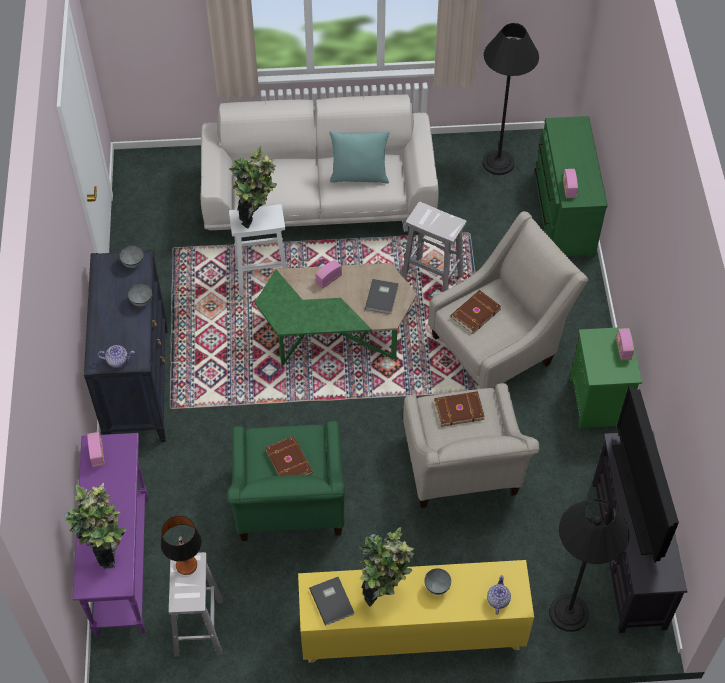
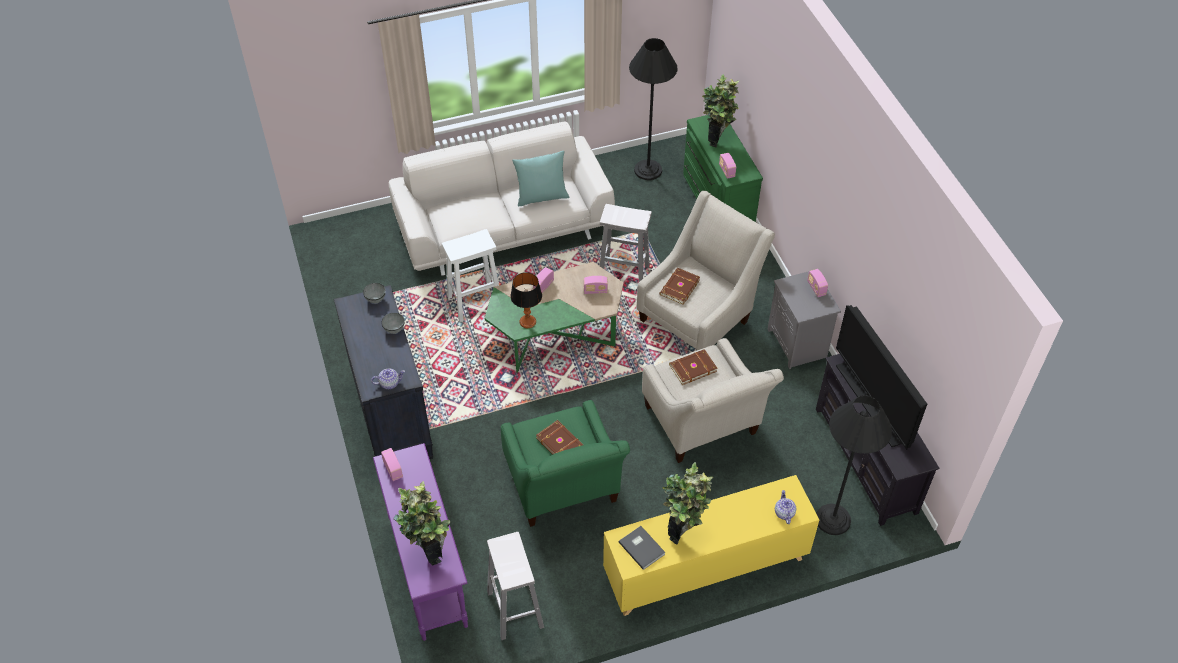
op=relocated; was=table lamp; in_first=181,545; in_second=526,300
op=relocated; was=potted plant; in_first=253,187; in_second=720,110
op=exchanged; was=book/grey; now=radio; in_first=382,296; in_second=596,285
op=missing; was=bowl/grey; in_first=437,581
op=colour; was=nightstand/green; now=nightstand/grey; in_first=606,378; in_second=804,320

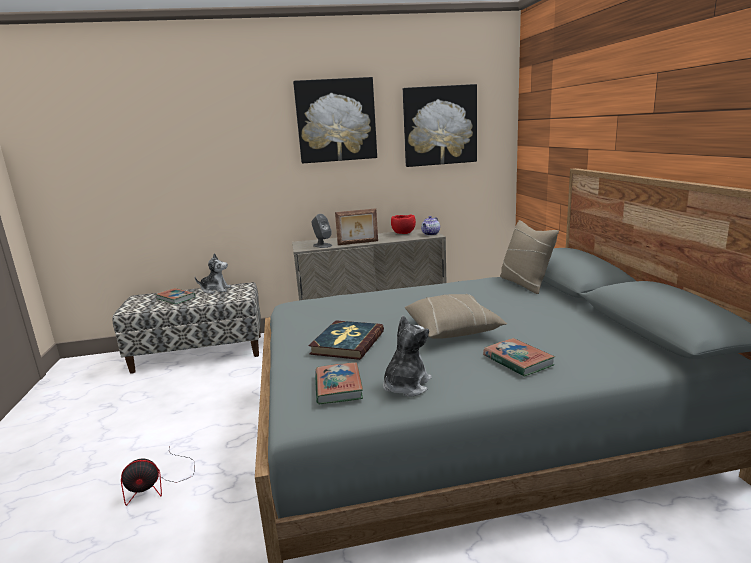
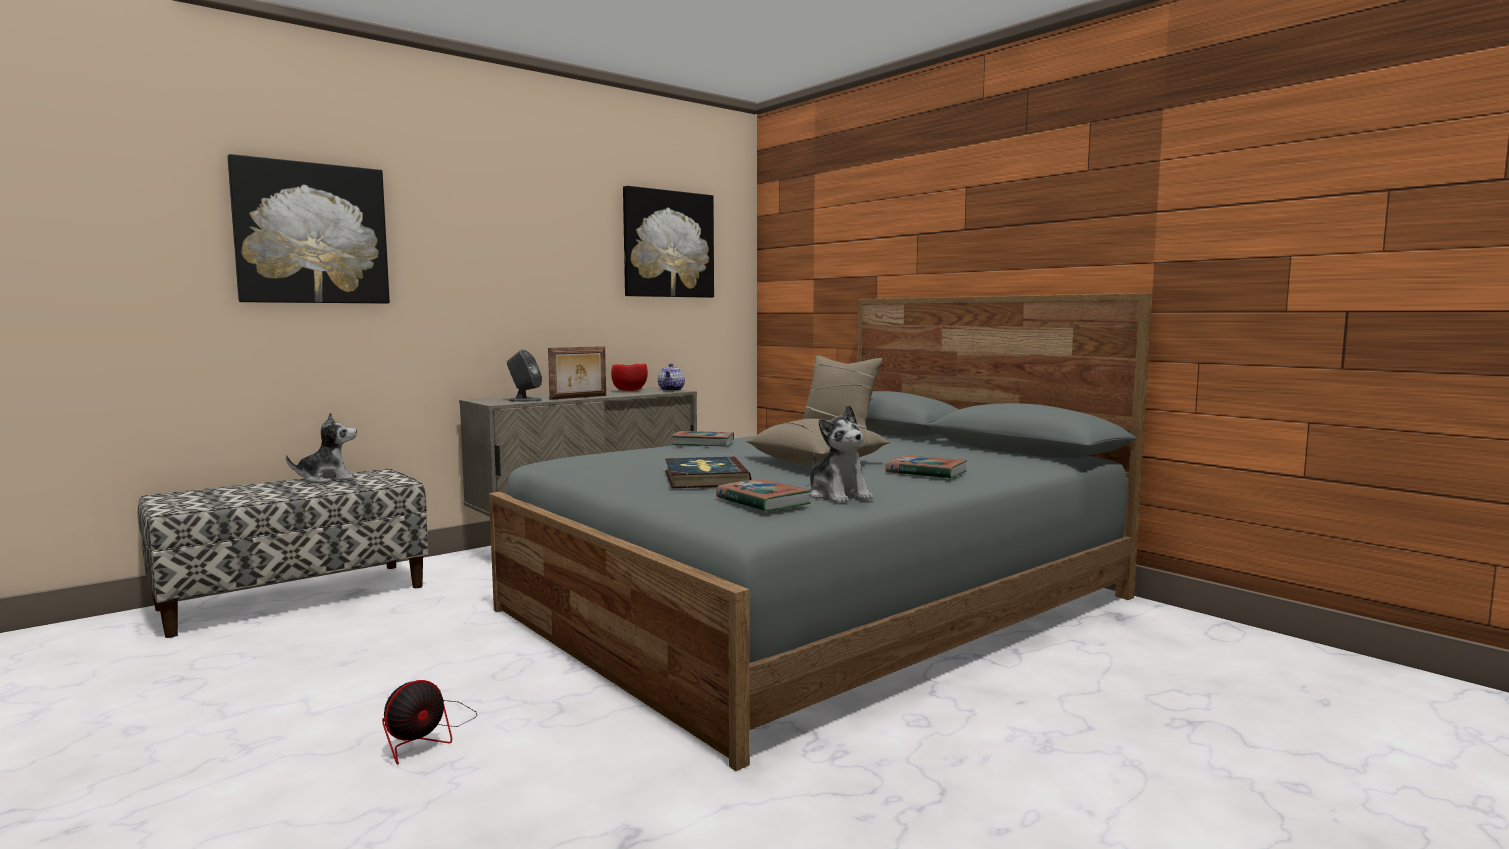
op=relocated; was=book; in_first=175,296; in_second=703,439
op=relocated; was=picture; in_first=335,120; in_second=308,229
op=spun; was=plush toy; in_first=407,356; in_second=841,454; clockwise=150

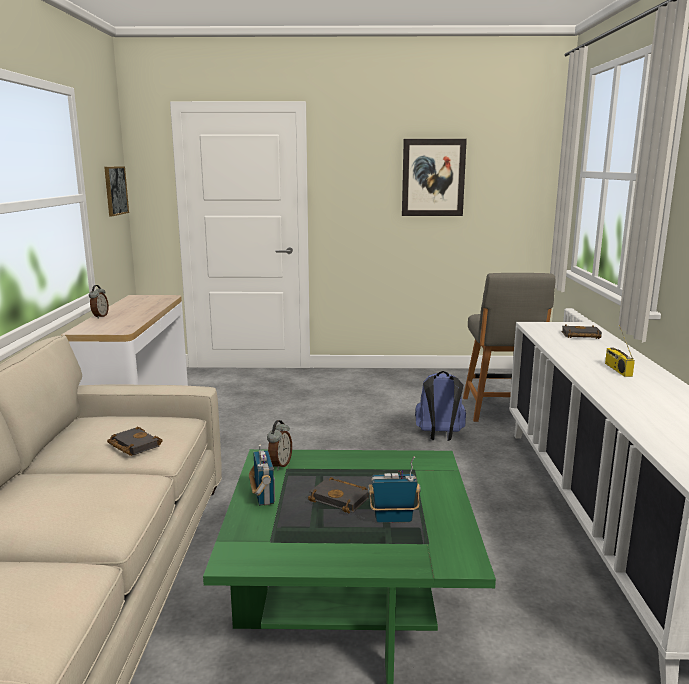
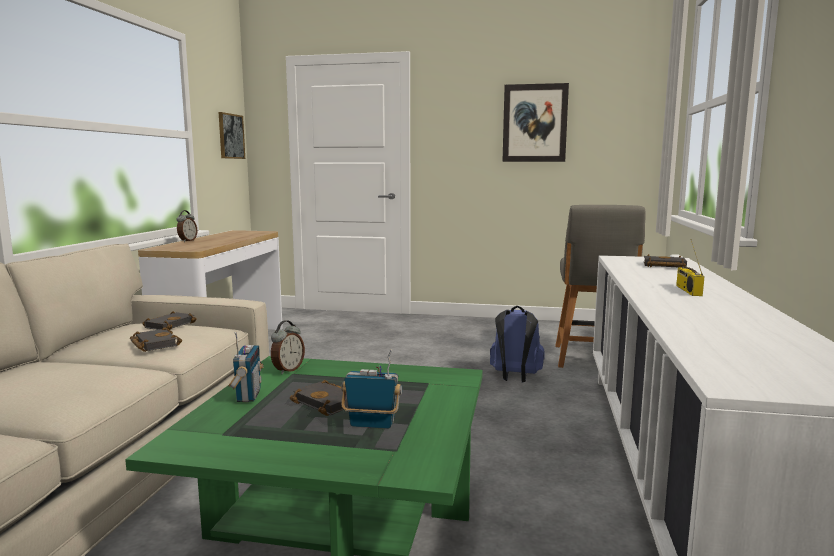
op=appeared; now=book/black; in_second=169,321

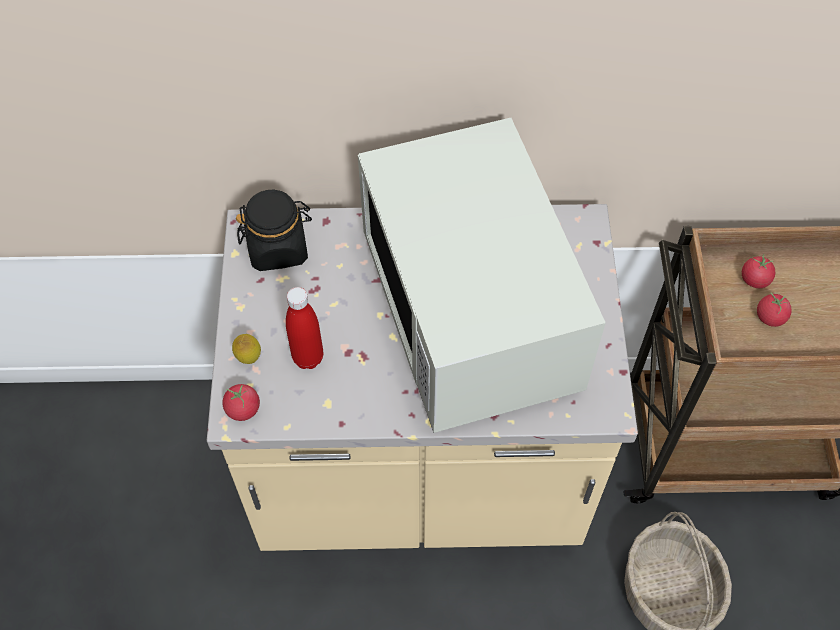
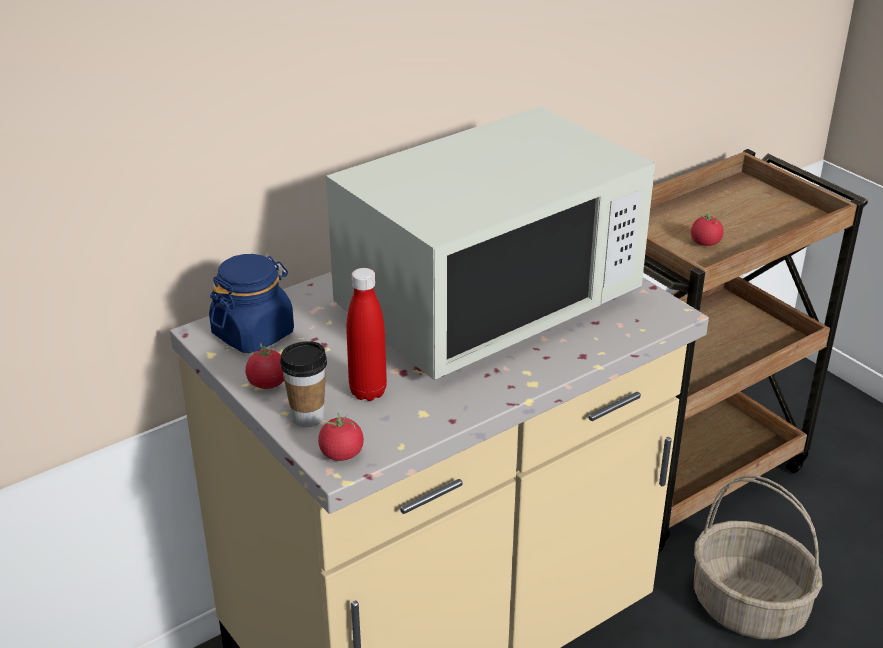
op=exchanged; was=lemon; now=cup; in_first=246,349; in_second=303,384
op=colour; was=jar/black; now=jar/blue; in_first=274,230; in_second=251,303
op=spun; was=microwave/white; in_first=482,275; in_second=490,243; clockwise=-75
op=relocated; was=tomato; in_first=758,271; in_second=265,366

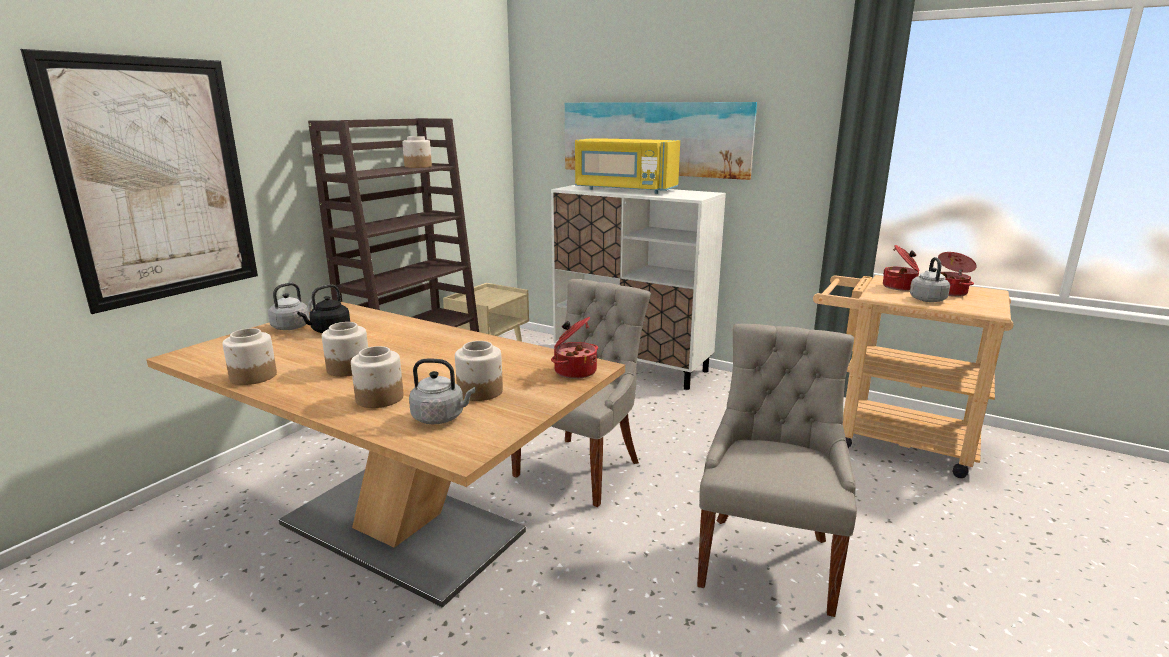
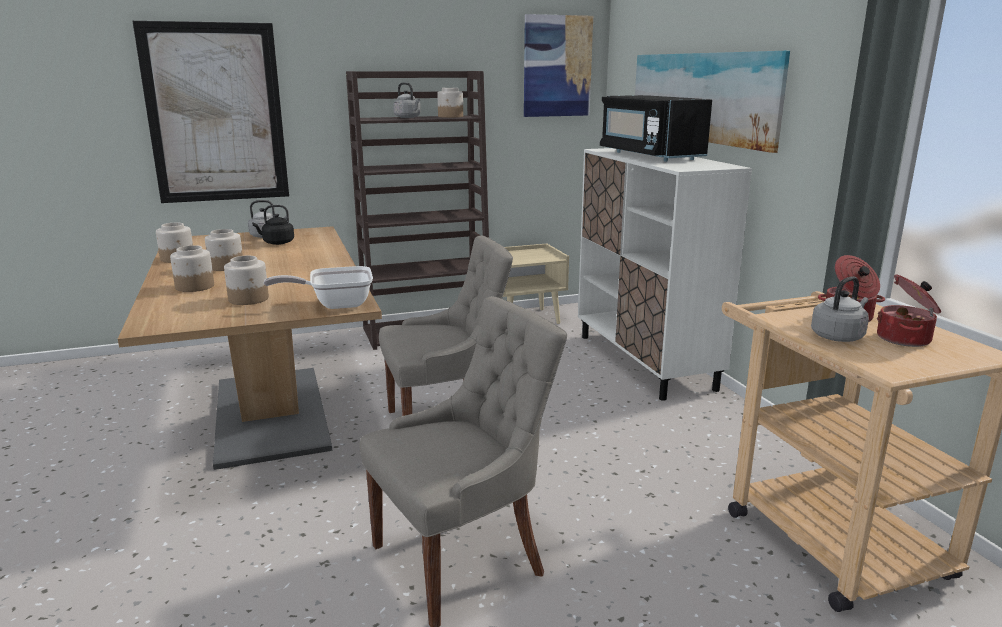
op=relocated; was=kettle/grey; in_first=442,391; in_second=407,100
op=exchanged; was=cooking pot; now=frying pan; in_first=574,348; in_second=318,287
op=colour; was=microwave/yellow; now=microwave/black; in_first=627,166; in_second=656,128
op=appeared; now=picture; in_second=558,65

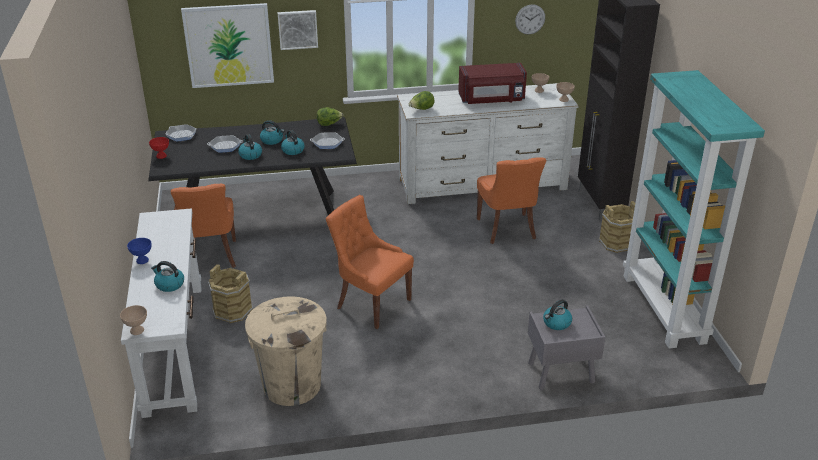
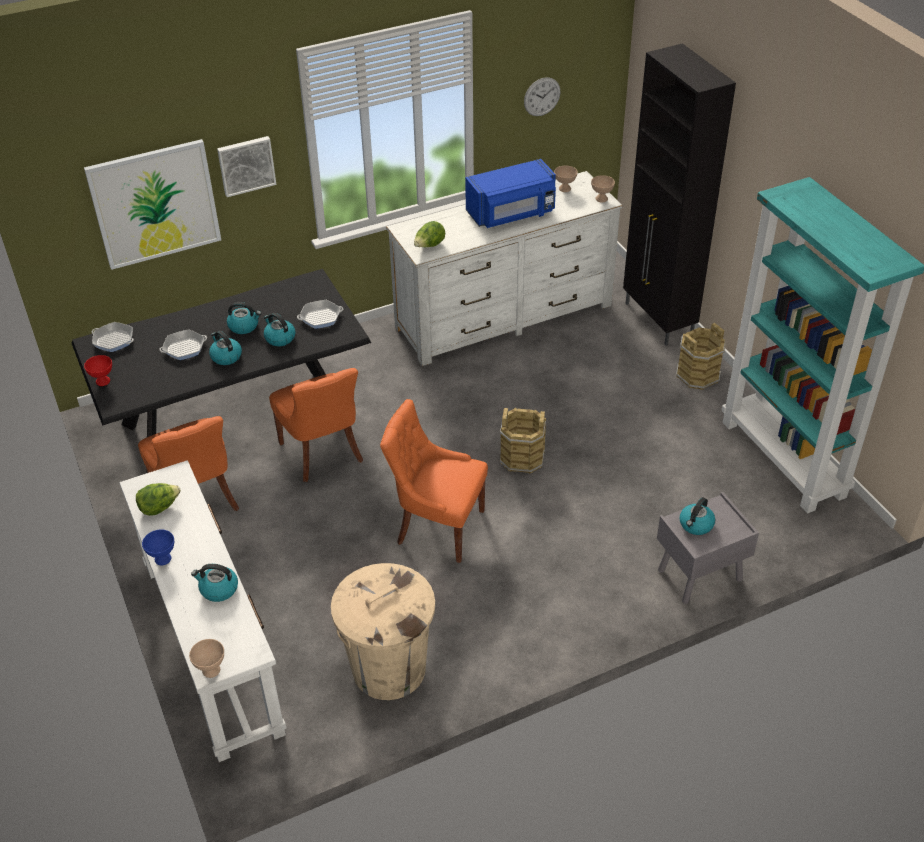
op=relocated; was=bucket/brown; in_first=230,293; in_second=523,441
op=relocated; was=lettuce; in_first=330,116; in_second=158,499
op=colour; was=microwave/red; now=microwave/blue; in_first=492,83; in_second=510,193
op=relocated; was=chair/orange; in_first=511,200; in_second=316,425

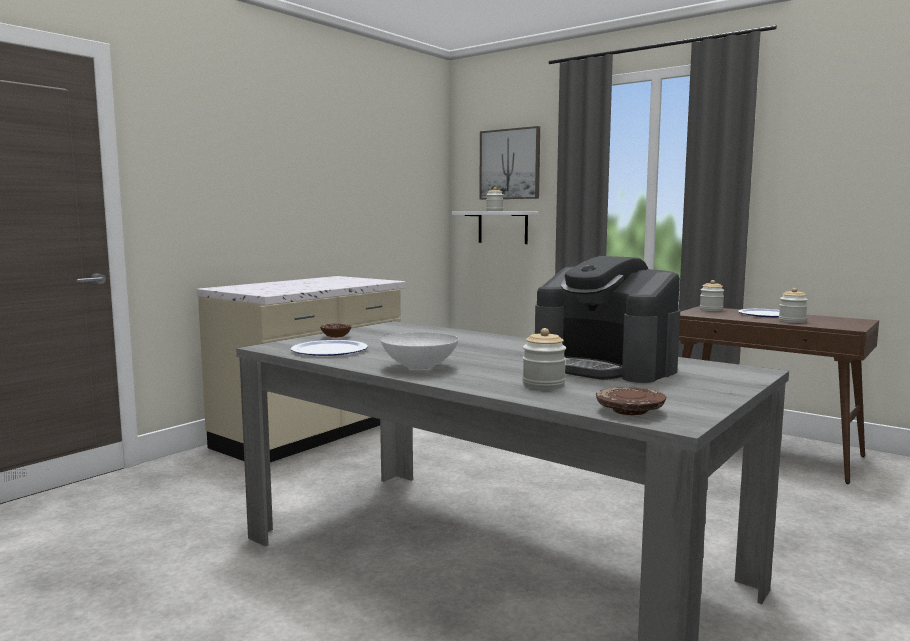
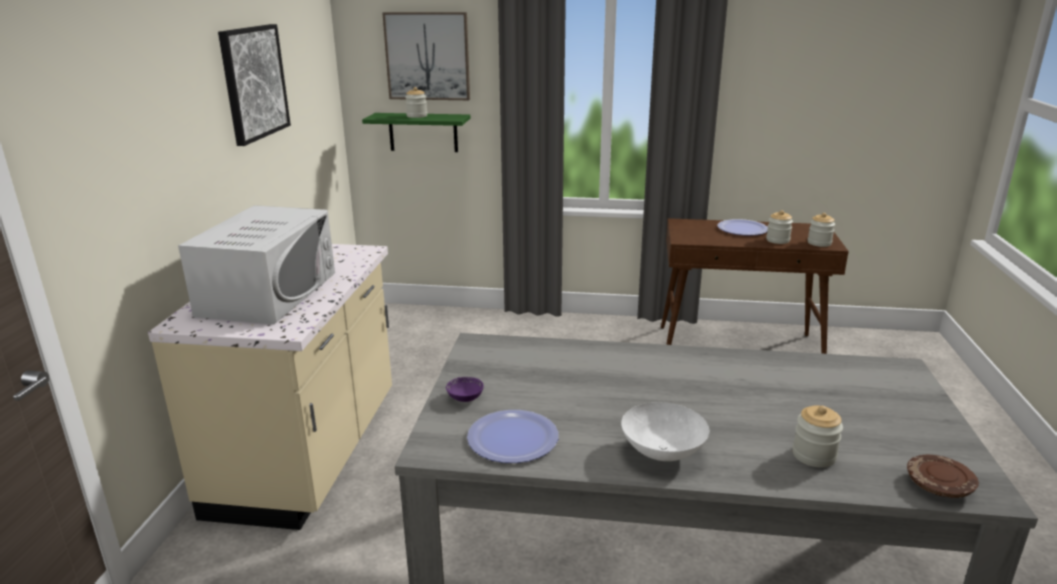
op=colour; was=bowl/brown; now=bowl/purple; in_first=336,331; in_second=465,389
op=colour; was=shelf/white; now=shelf/green; in_first=495,227; in_second=416,132
op=missing; was=coffee machine; in_first=607,319
op=relocated; was=jar; in_first=712,295; in_second=821,230
op=appeared; now=microwave/white; in_second=256,265
op=appeared; now=picture; in_second=254,85

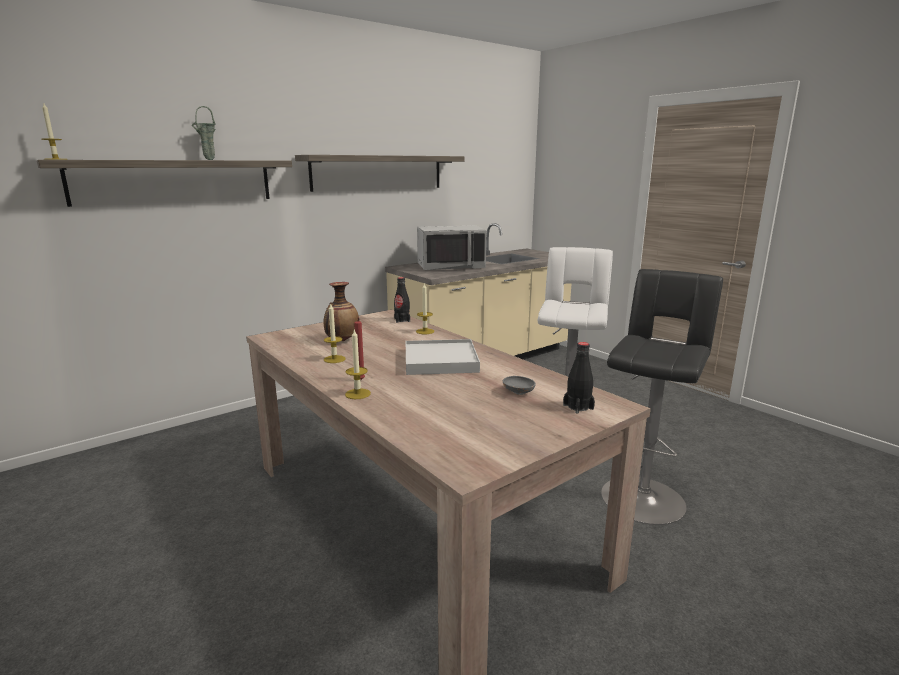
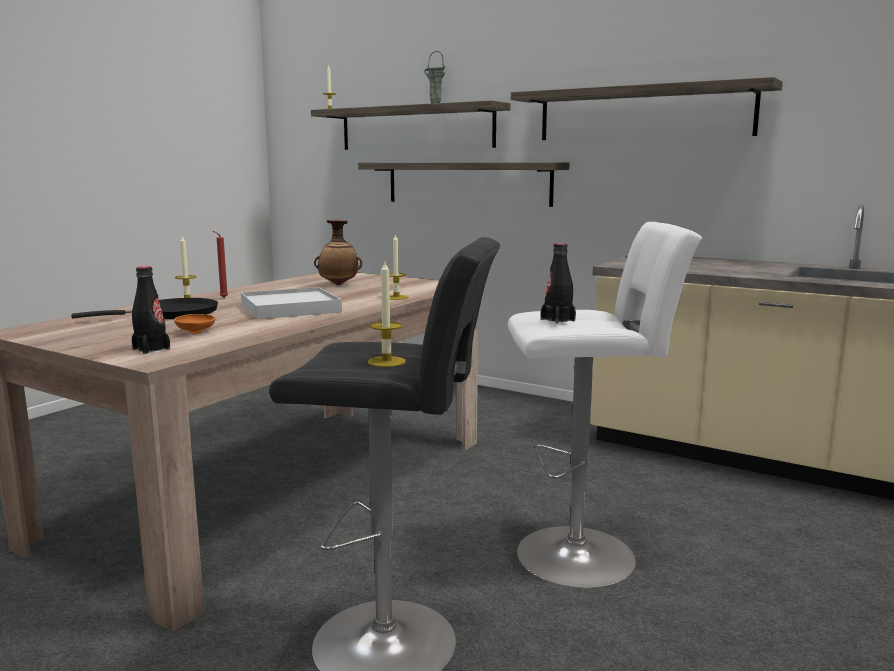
op=relocated; was=candle; in_first=334,333; in_second=387,314
op=relocated; was=bottle/black; in_first=402,300; in_second=558,283
op=missing; was=microwave/grey; in_first=451,247
op=colour; was=bowl/grey; now=bowl/orange; in_first=519,385; in_second=194,324
op=appeared; now=frying pan/black; in_second=144,308
op=appeared; now=shelf; in_second=463,184

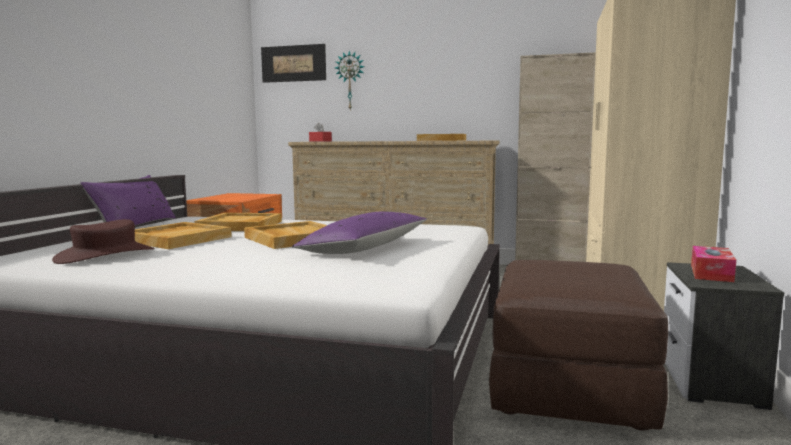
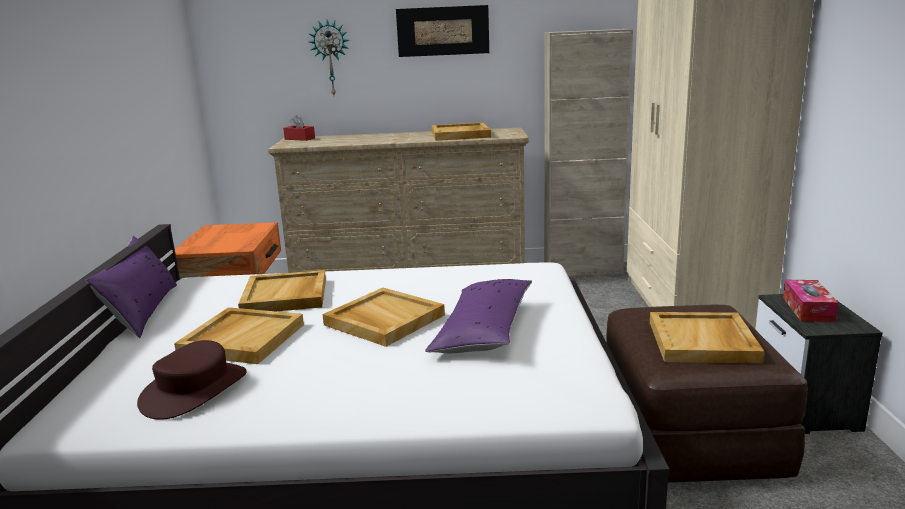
op=relocated; was=picture; in_first=293,63; in_second=442,31
op=appeared; now=tray/beige; in_second=707,337

